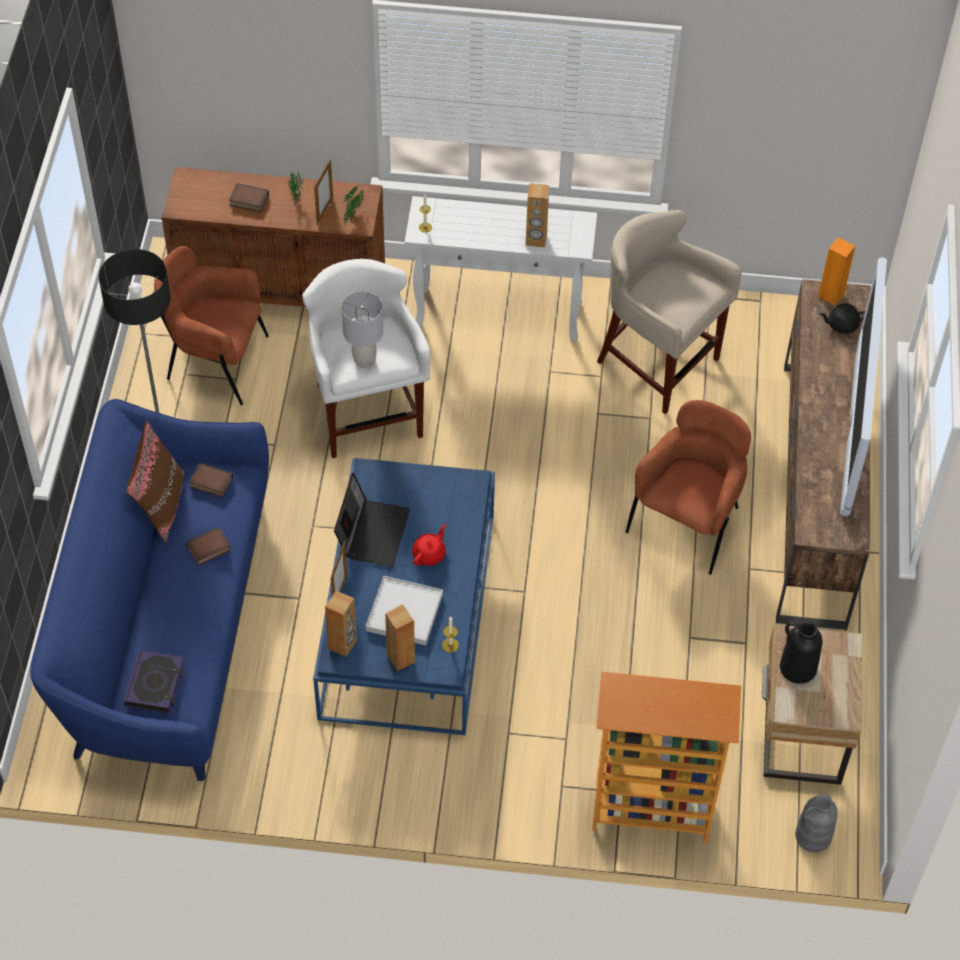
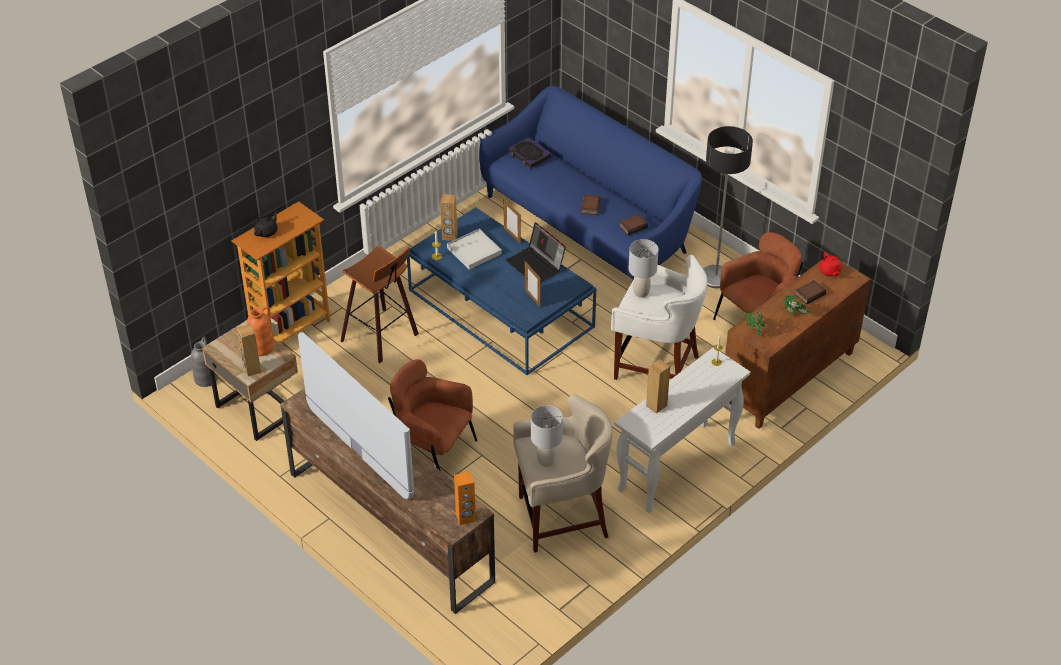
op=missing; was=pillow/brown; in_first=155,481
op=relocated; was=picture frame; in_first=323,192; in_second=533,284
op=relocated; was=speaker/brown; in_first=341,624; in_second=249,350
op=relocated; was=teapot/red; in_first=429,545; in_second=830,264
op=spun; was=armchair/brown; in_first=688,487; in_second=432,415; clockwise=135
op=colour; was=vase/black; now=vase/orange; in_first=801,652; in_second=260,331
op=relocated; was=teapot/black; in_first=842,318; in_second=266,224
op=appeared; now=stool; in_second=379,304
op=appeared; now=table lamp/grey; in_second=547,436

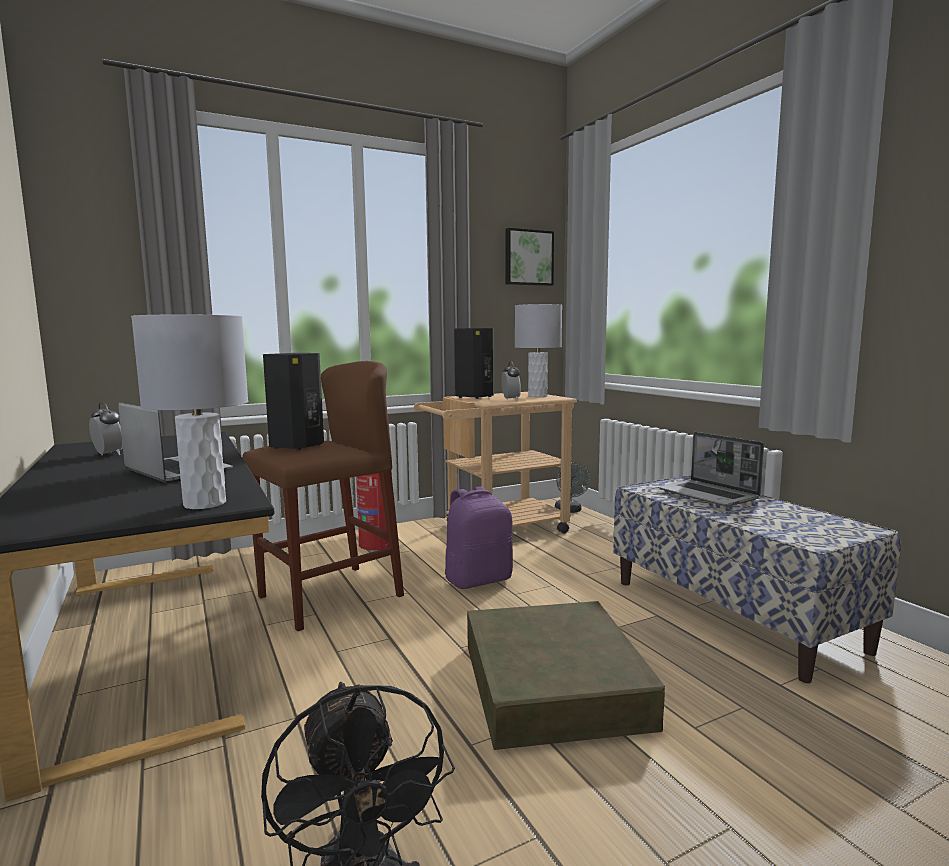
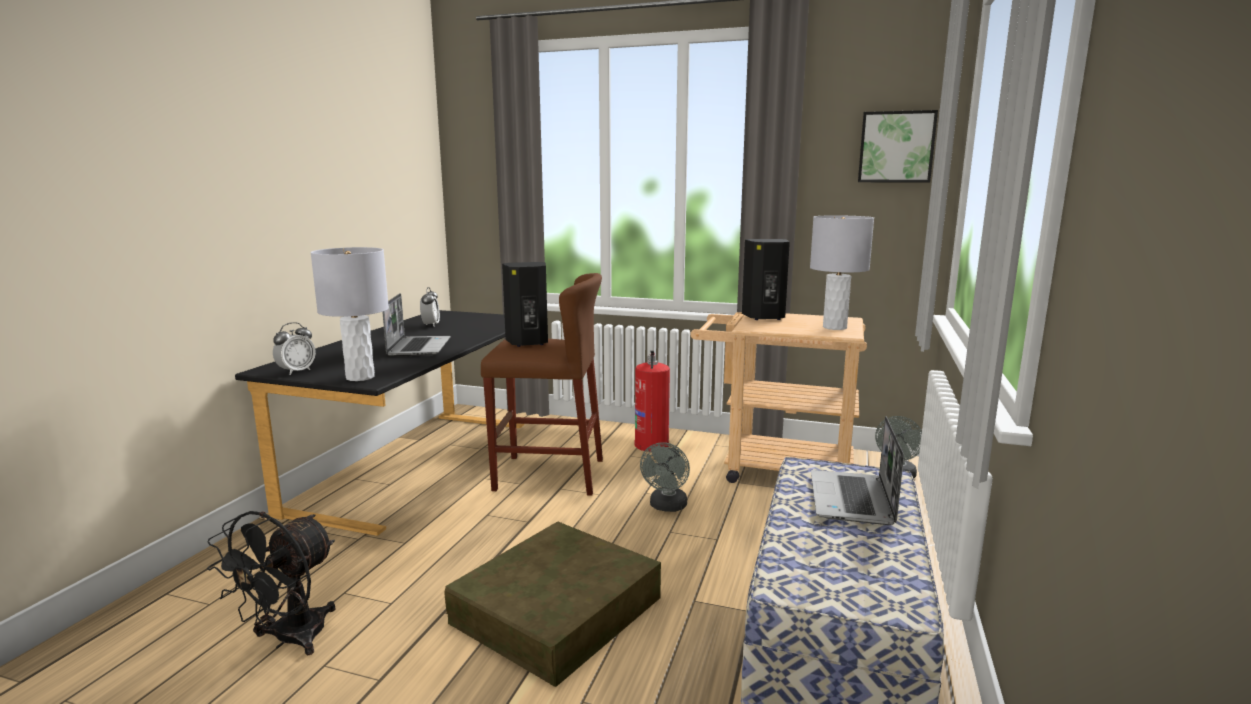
op=exchanged; was=backpack/purple; now=fan/grey; in_first=479,537; in_second=665,477
op=relocated; was=alarm clock; in_first=511,380; in_second=294,348

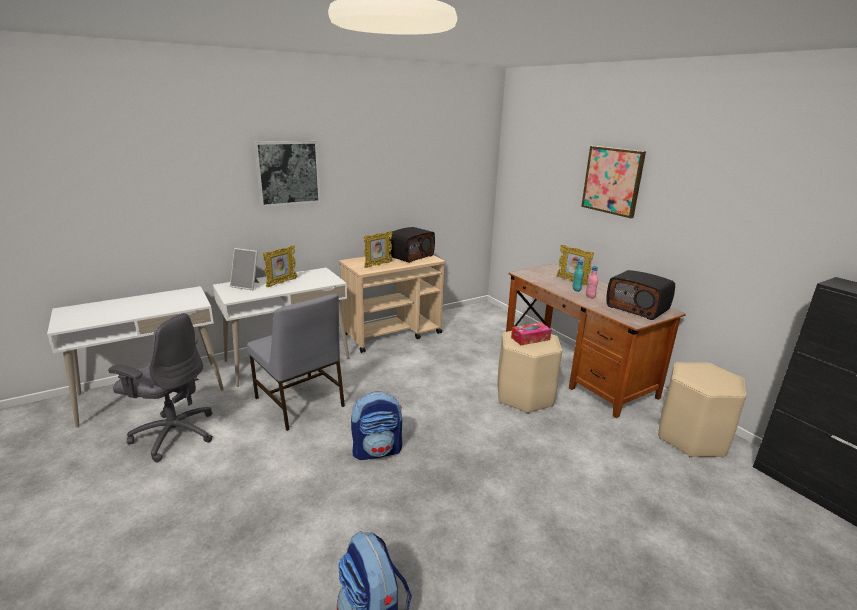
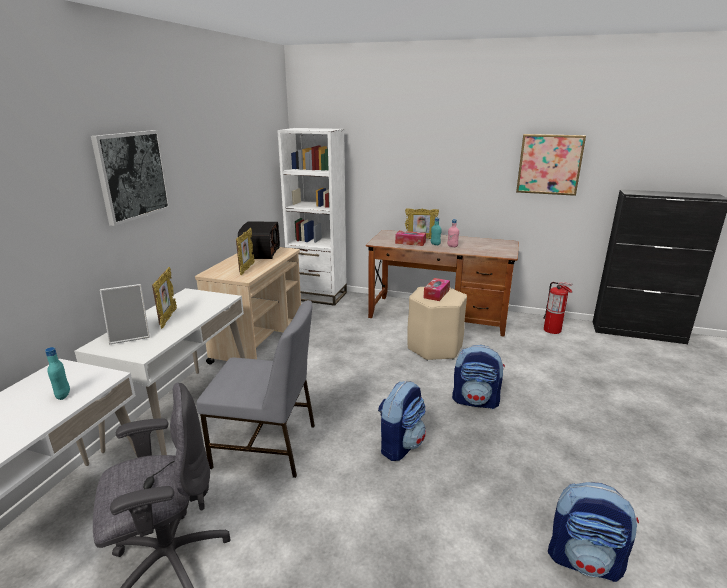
op=relocated; was=picture; in_first=613,182; in_second=551,165
op=missing; was=radio; in_first=641,295
op=exchanged; was=stool/beige; now=fire extinguisher; in_first=702,410; in_second=558,308
op=appeared; now=bottle/turquoise; in_second=57,373
op=appeared; now=bookcase/white; in_second=312,217
op=appeared; now=tissue box; in_second=410,238
op=appeared; now=backpack; in_second=478,377

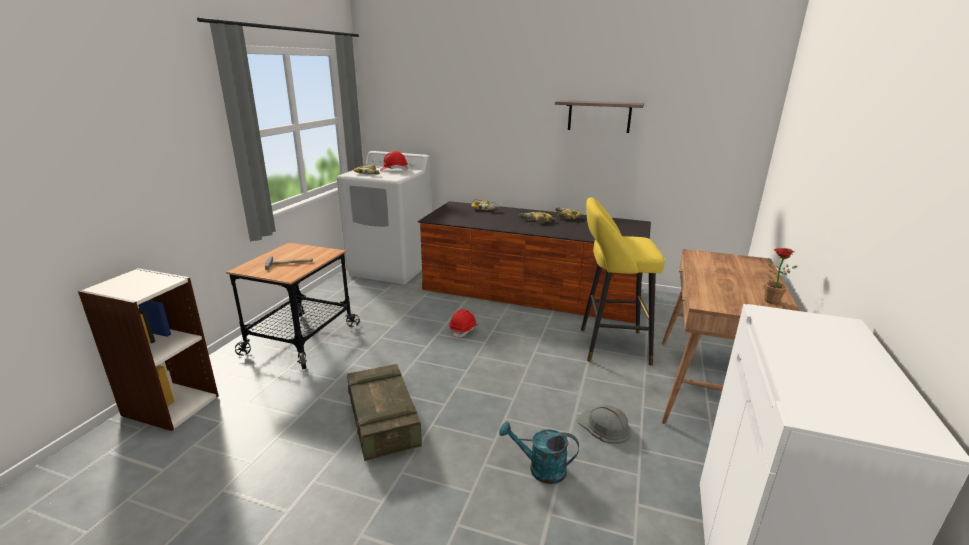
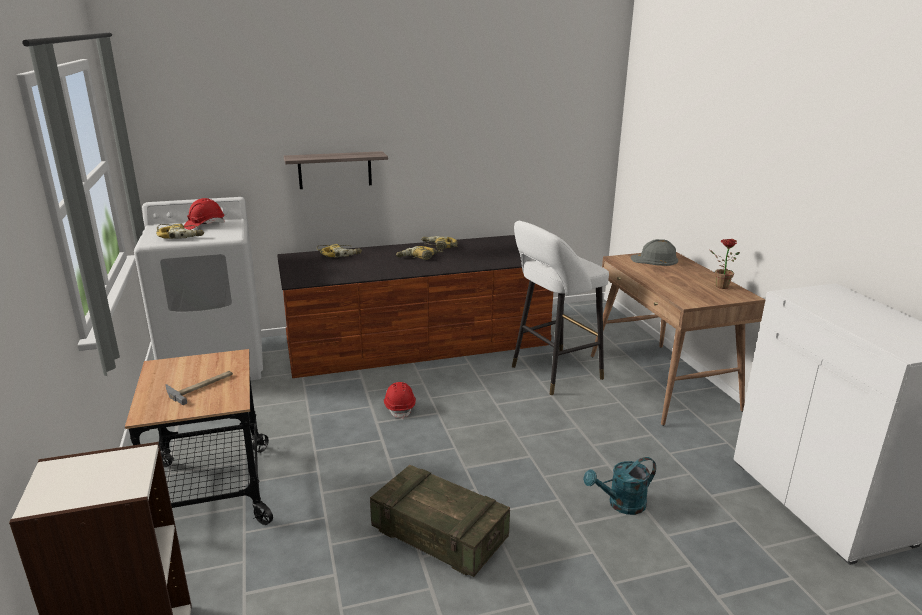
op=relocated; was=shelf; in_first=599,116; in_second=336,170
op=relocated; was=hard hat/grey; in_first=604,424; in_second=654,252
op=colour; was=stool/yellow; now=stool/white; in_first=623,281; in_second=560,308

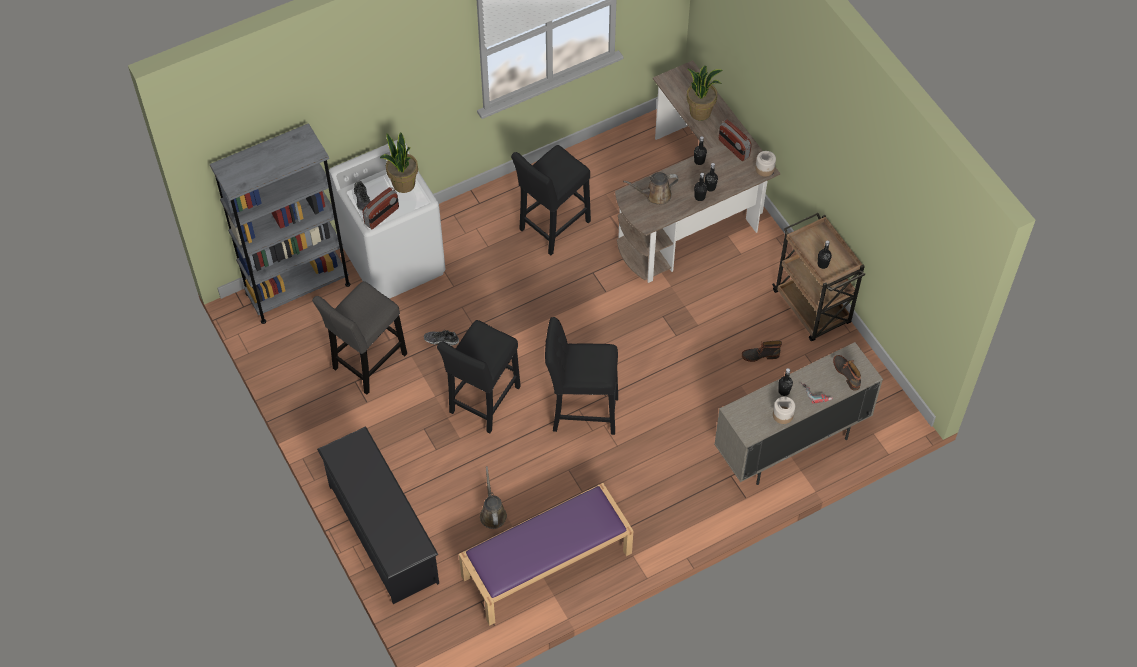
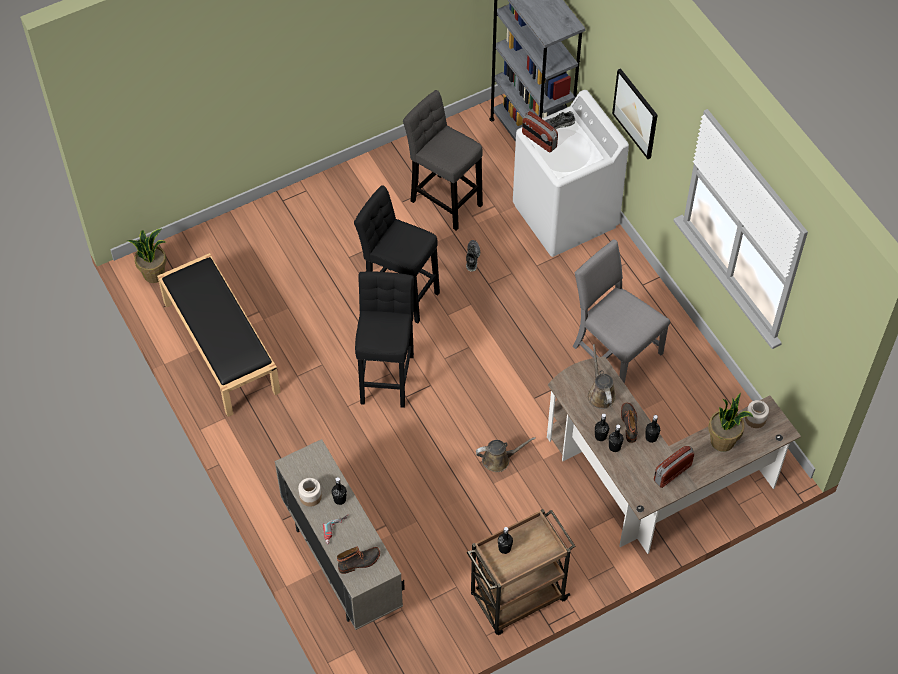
op=missing; was=shoe rack/black; in_first=378,515
op=relocated; was=potted plant; in_first=399,162; in_second=147,256
op=colour; was=bench/purple; now=bench/black; in_first=546,554; in_second=219,335
op=relocated; was=watering can/brown; in_first=493,497; in_second=506,454
op=exchanged; was=stool/black; now=chair/grey; in_first=551,200; in_second=621,311
op=relocated; was=boot; in_first=762,351; in_second=629,423
op=relocated; was=jar; in_first=766,164; in_second=757,414
op=appeared; now=picture; in_second=635,113

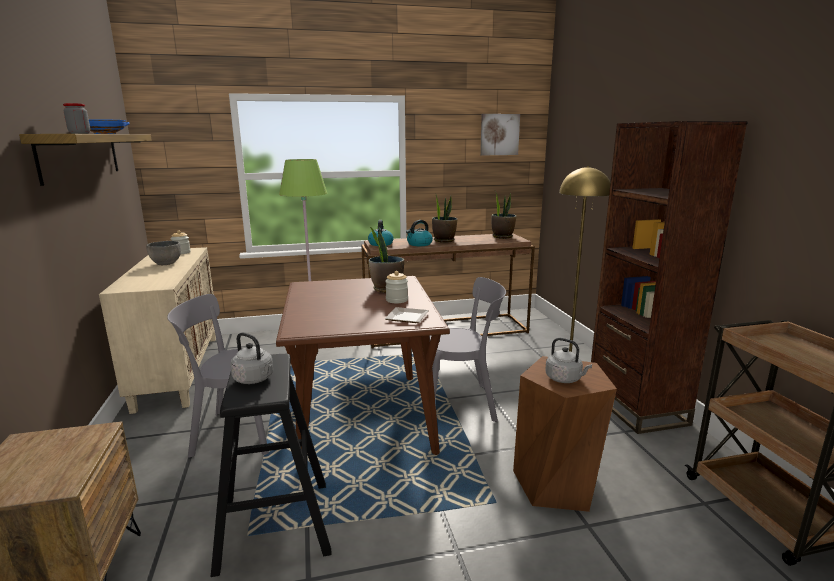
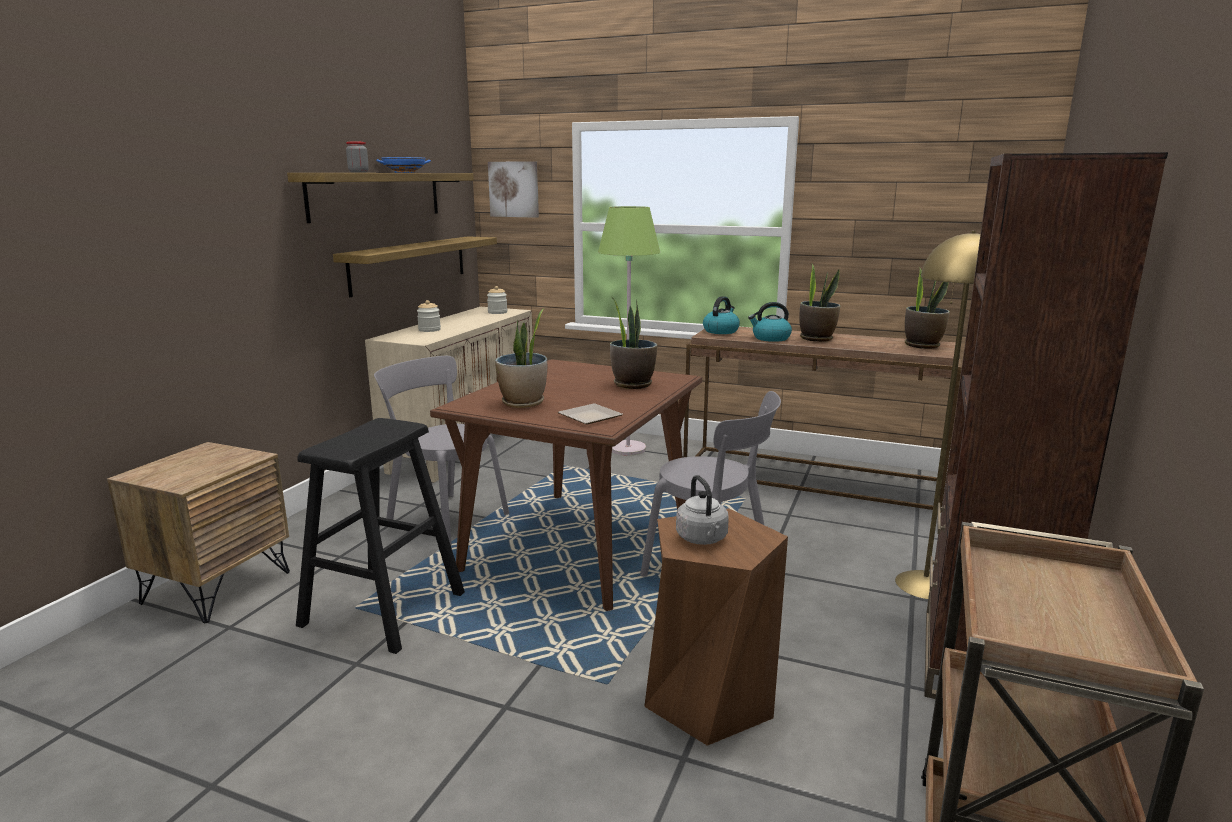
op=missing; was=bowl/grey; in_first=163,253
op=missing; was=kettle/grey; in_first=251,358
op=relocated; was=jar; in_first=396,287; in_second=429,316
op=relocated; was=picture; in_first=500,135; in_second=513,189
op=appeared; now=shelf; in_second=415,266
op=appeared; now=potted plant; in_second=521,358

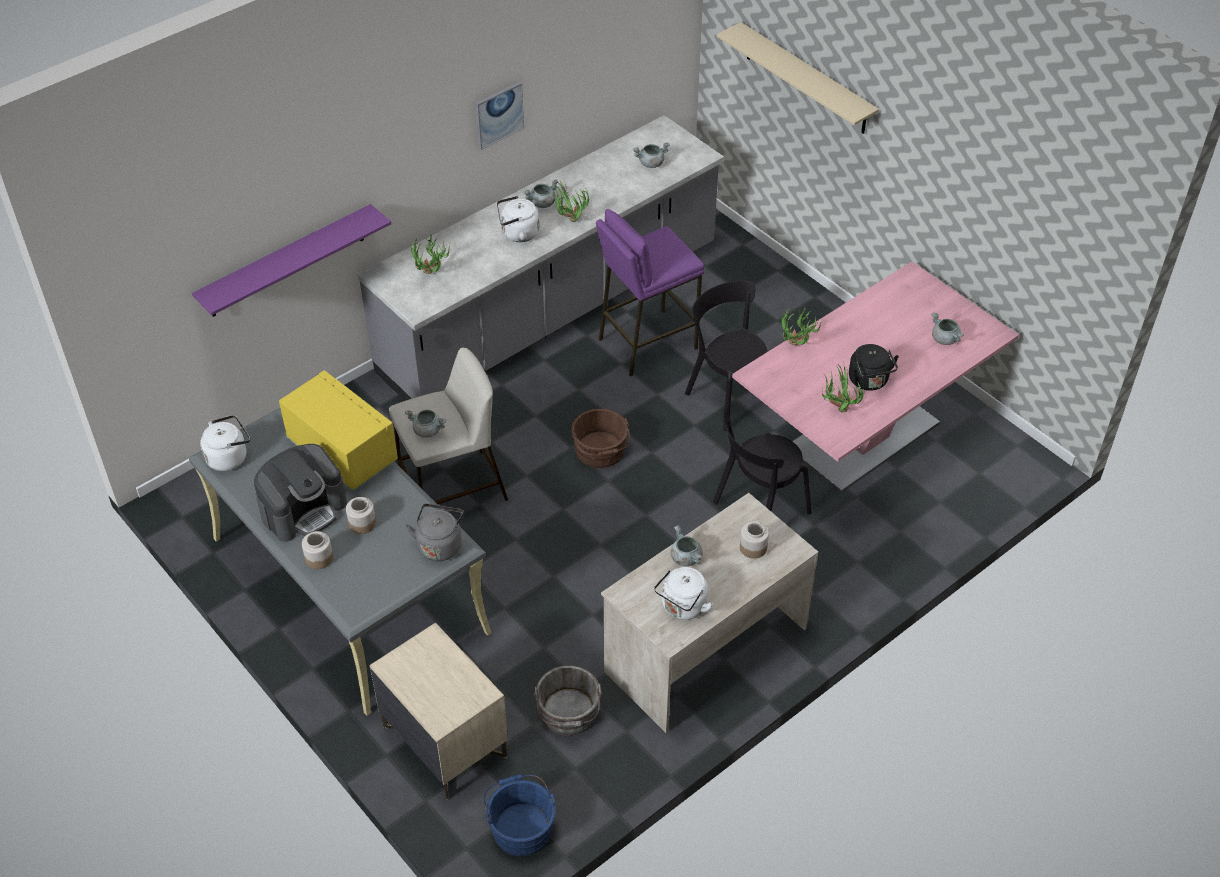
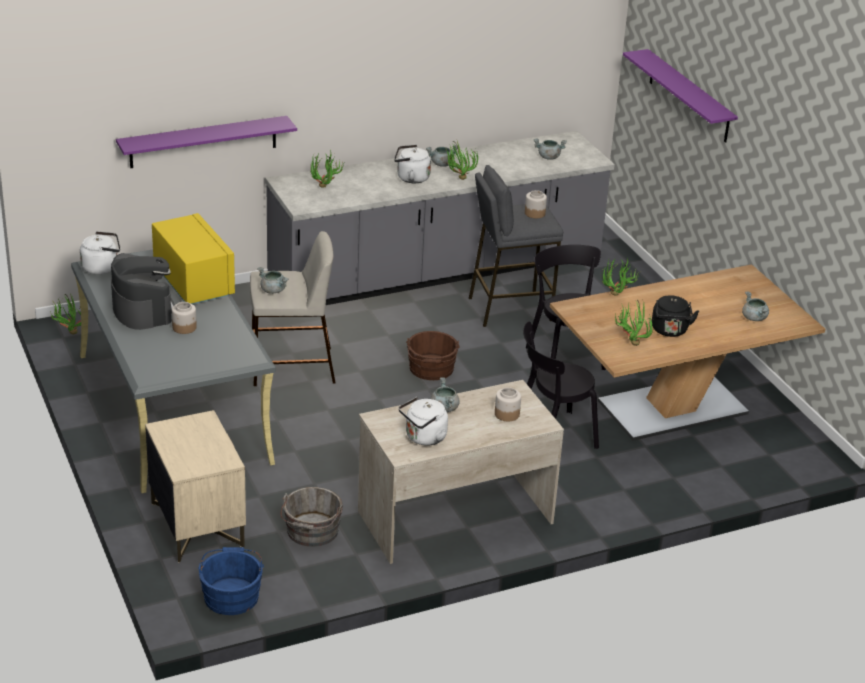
op=spun; was=coffee machine; in_first=300,493; in_second=143,291; clockwise=-90
op=relocated; was=jar; in_first=317,550; in_second=536,204
op=missing; was=kettle/grey; in_first=435,532
op=missing; was=picture; in_first=499,116
op=colour; was=stool/purple; now=stool/grey; in_first=650,293; in_second=516,246
op=colour; was=shelf/beige; now=shelf/purple; in_first=797,78; in_second=680,96
op=colour; was=dining table/pink; now=dining table/brown; in_first=875,377; in_second=687,352
op=appeared; now=potted plant; in_second=65,314

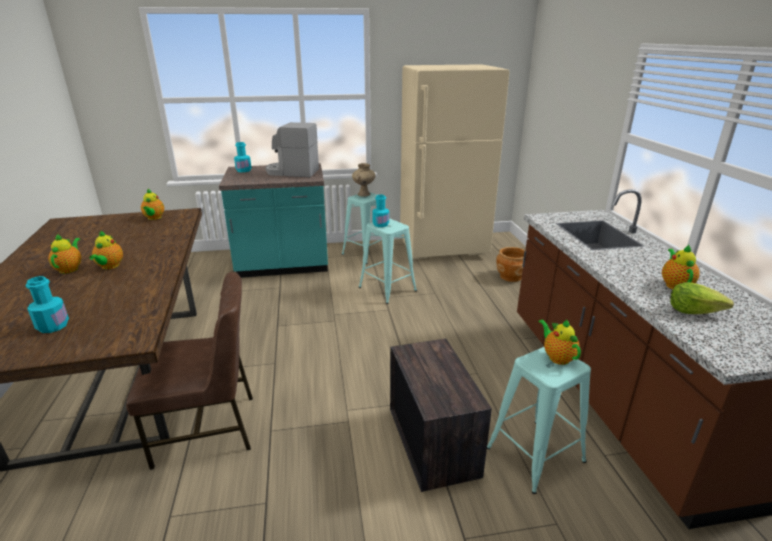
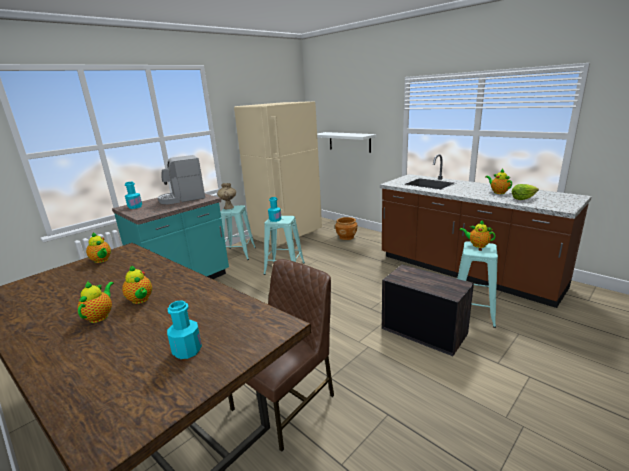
op=spun; was=teapot; in_first=64,254; in_second=96,302; clockwise=45
op=appeared; now=shelf/white; in_second=347,142

